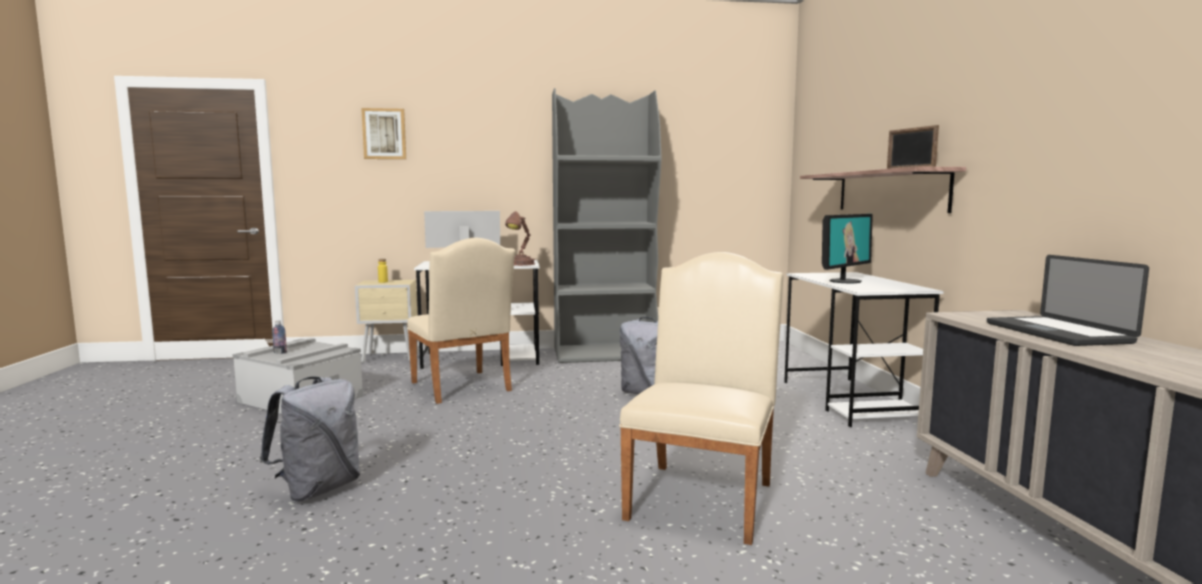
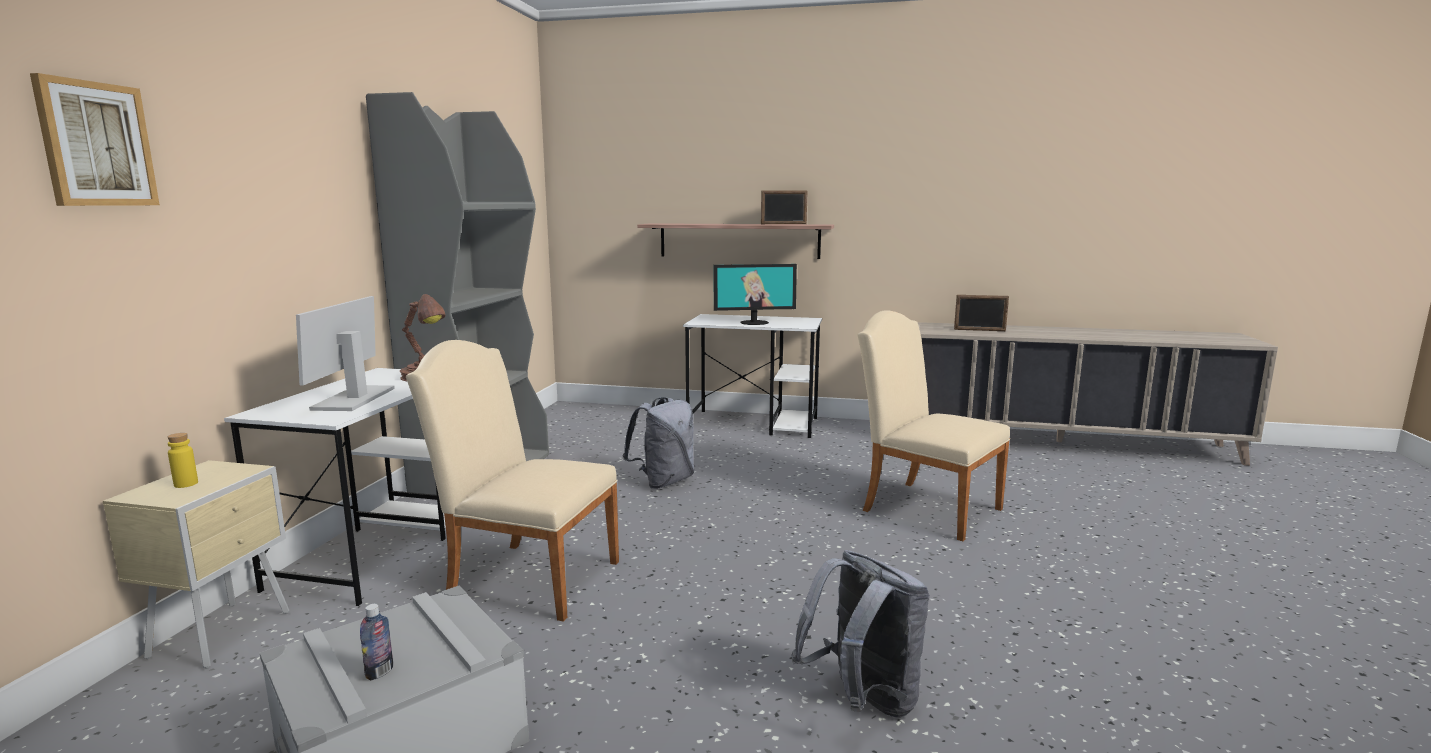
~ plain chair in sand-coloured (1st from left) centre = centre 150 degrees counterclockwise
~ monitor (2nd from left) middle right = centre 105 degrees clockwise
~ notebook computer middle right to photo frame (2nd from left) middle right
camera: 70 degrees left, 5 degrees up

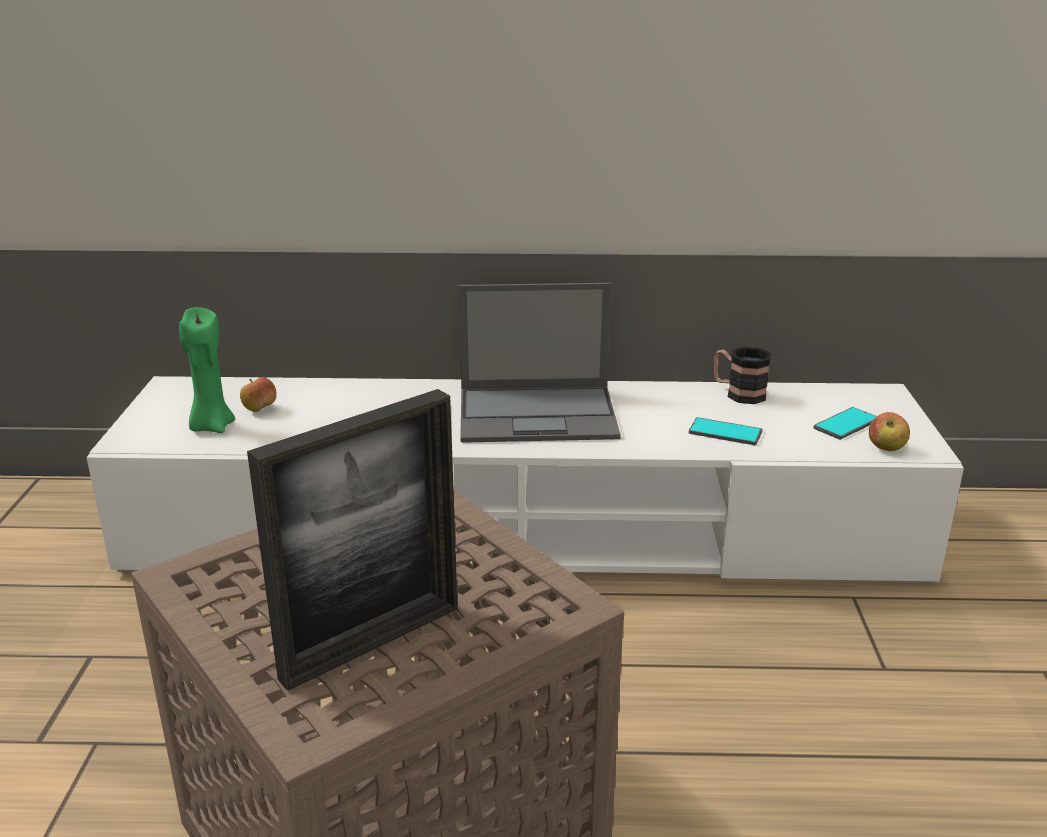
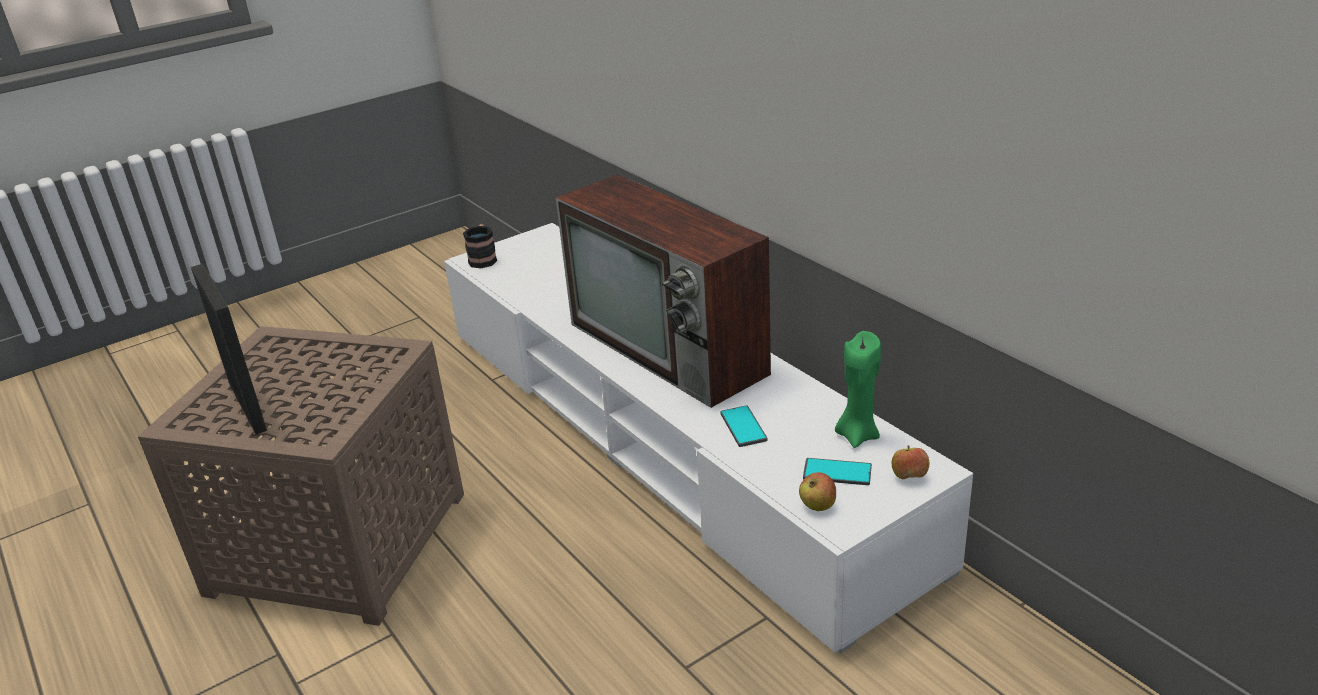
~ photo frame centre = middle left 135 degrees counterclockwise
~ mug middle right to centre
~ notebook computer centre to TV centre
~ wax candle in green middle left to centre
~ apple (1st from left in the first image) middle left to apple (2nd from left) middle right
camera: 55 degrees right, 5 degrees up

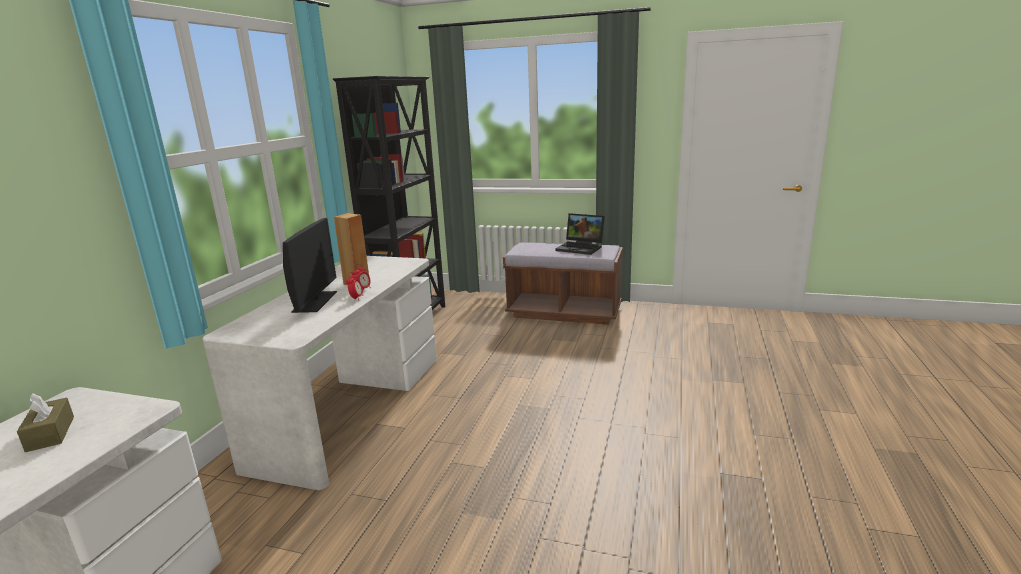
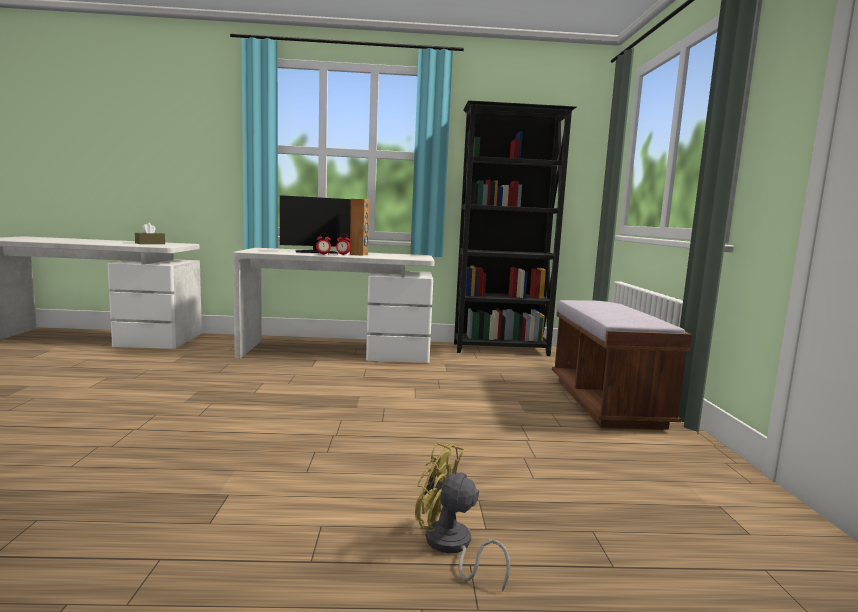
+ electric fan in yellow-coloured bottom centre
- notebook computer centre
camera: 70 degrees right, 10 degrees down

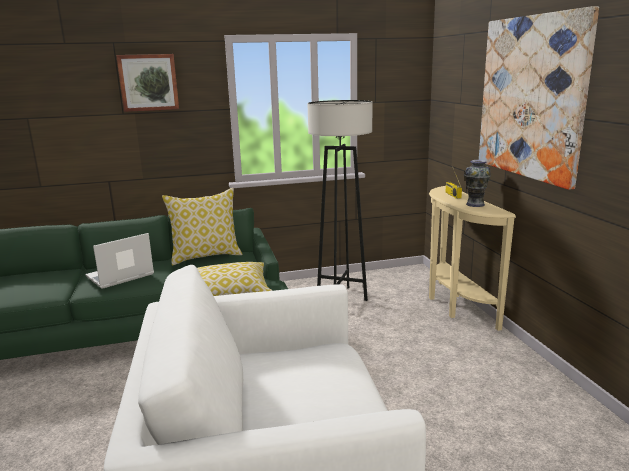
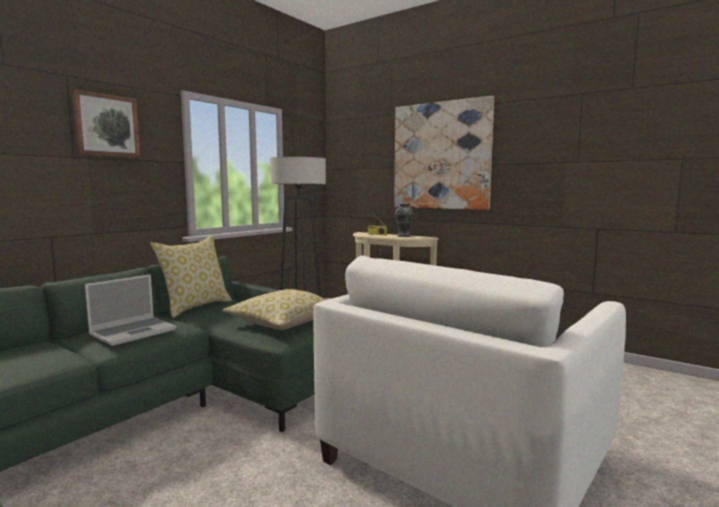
~ notebook computer middle left = middle left 150 degrees counterclockwise
camera: 40 degrees left, 10 degrees down

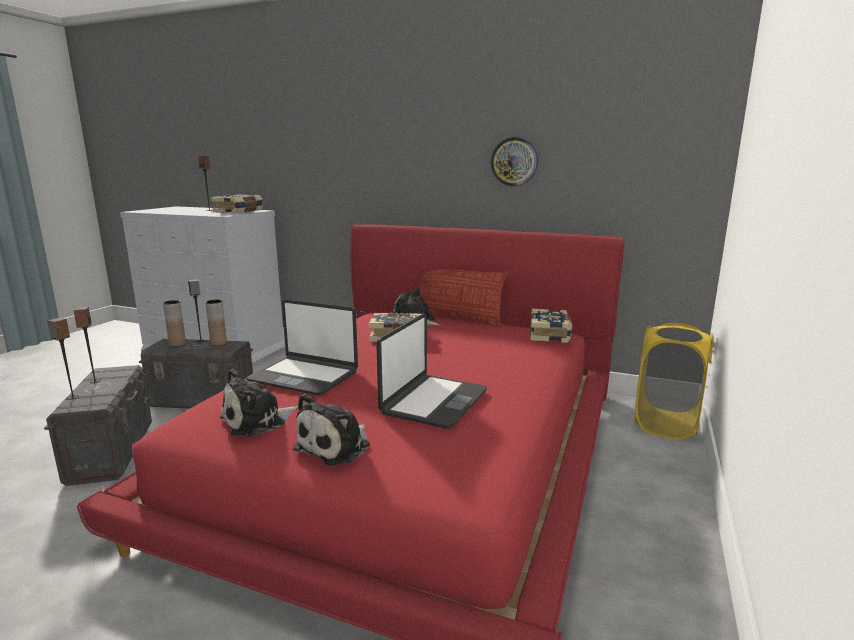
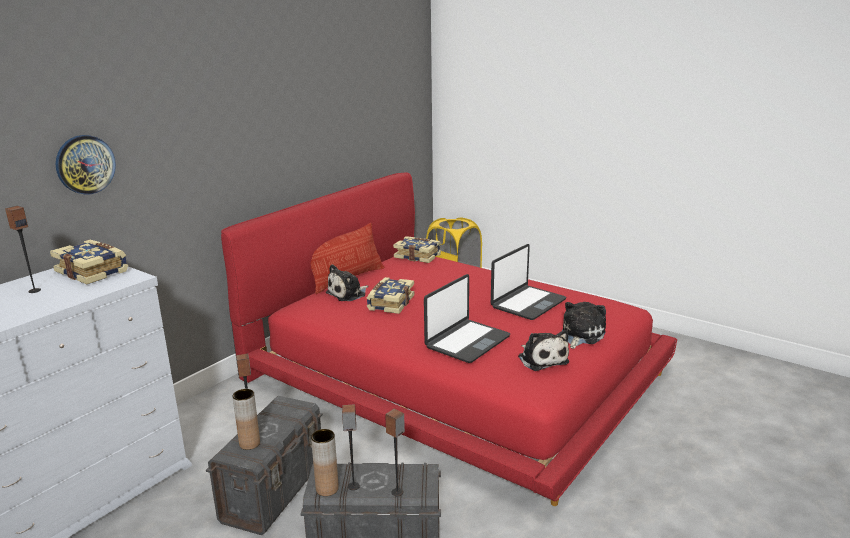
~ hanging clock top centre to top left
~ decorative vase in brown (2nd from left) middle left to bottom centre
~ notebook computer (2nd from left) centre = centre 90 degrees clockwise
~ plush toy (2nd from left in the first image) bottom centre = middle right 105 degrees counterclockwise
camera: 75 degrees left, 5 degrees up

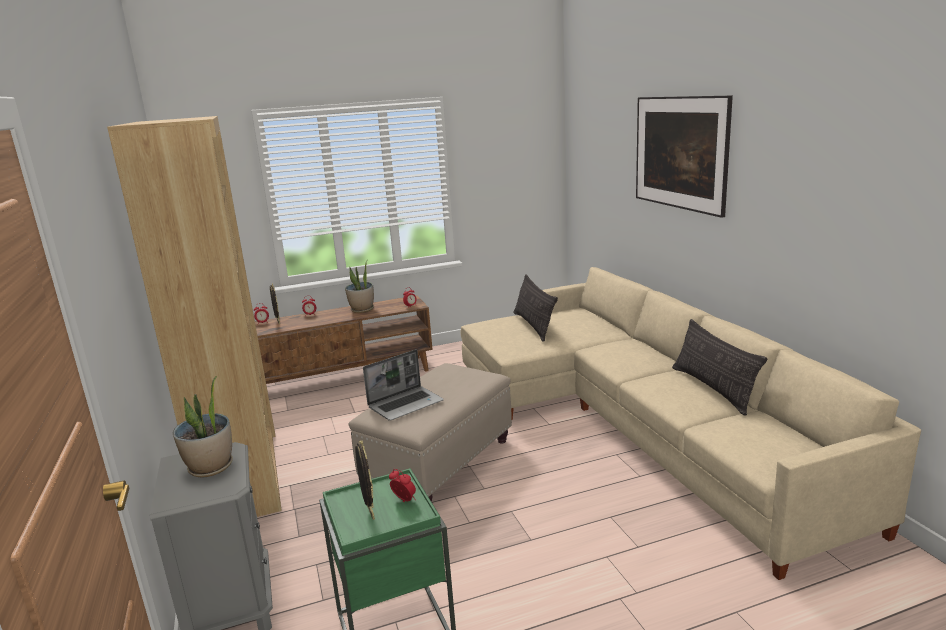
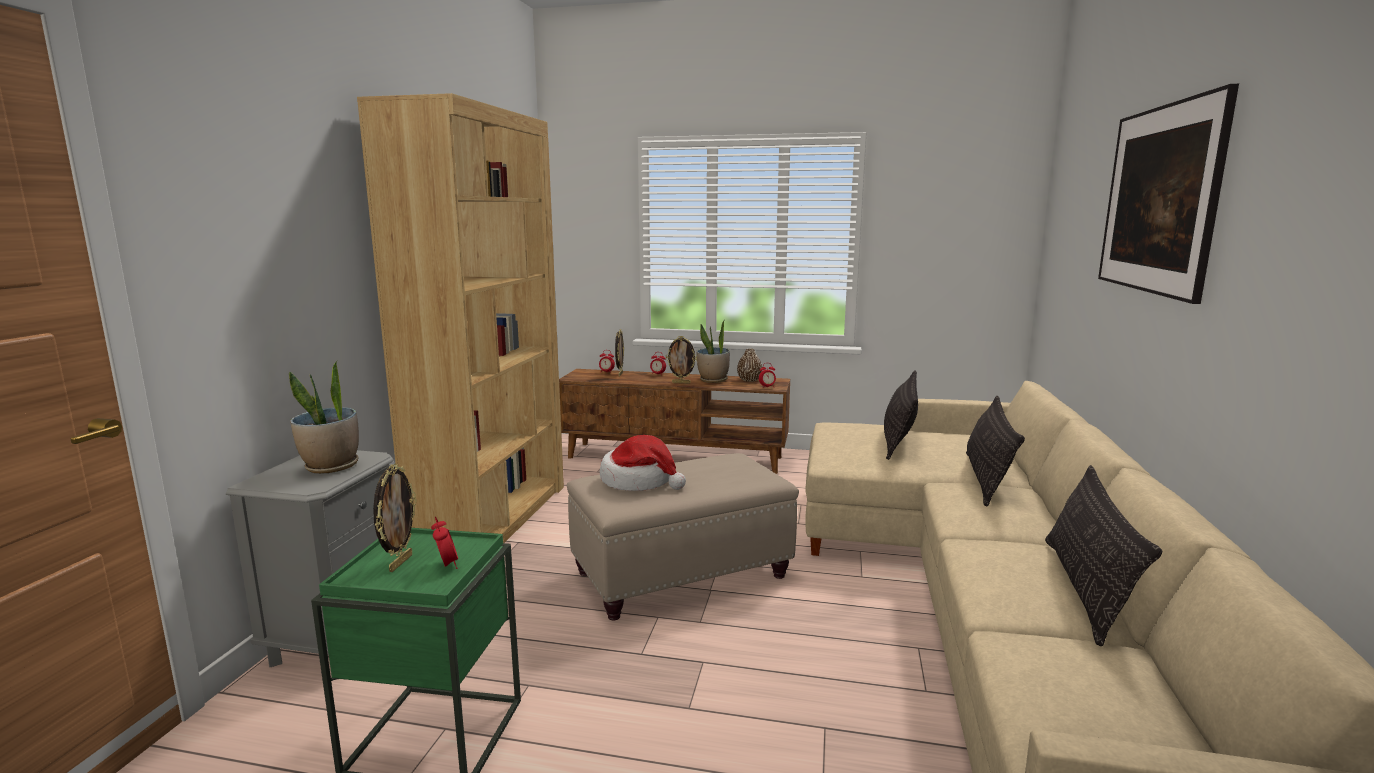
~ notebook computer centre to clothing hat centre
+ photo frame (3rd from left) centre
+ decorative vase in brown centre
+ pillow (2nd from left) middle right
camera: 30 degrees right, 5 degrees down

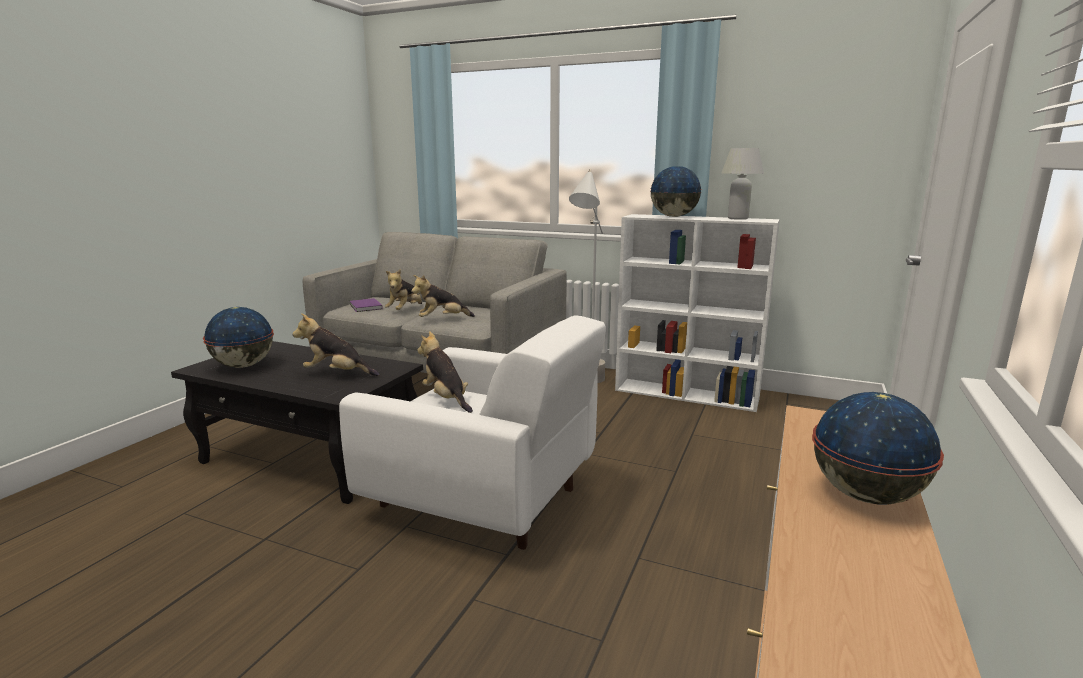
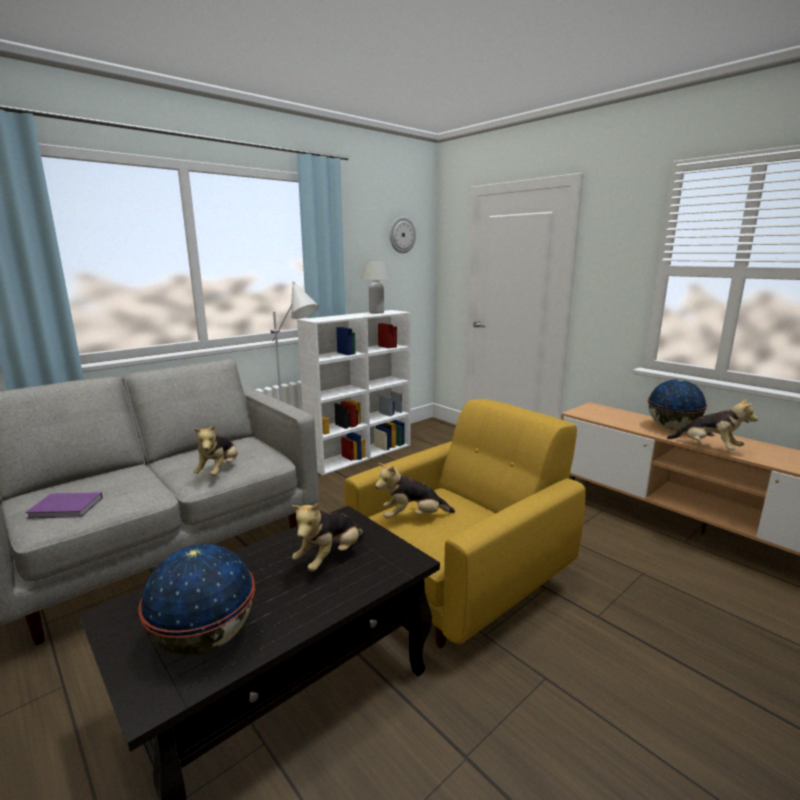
~ easy chair in white centre to easy chair in yellow-coloured centre
+ hanging clock top centre
~ plush toy (2nd from left in the first image) centre to plush toy (4th from left) middle right
- globe (2nd from left) top centre
camera: 65 degrees left, 0 degrees up

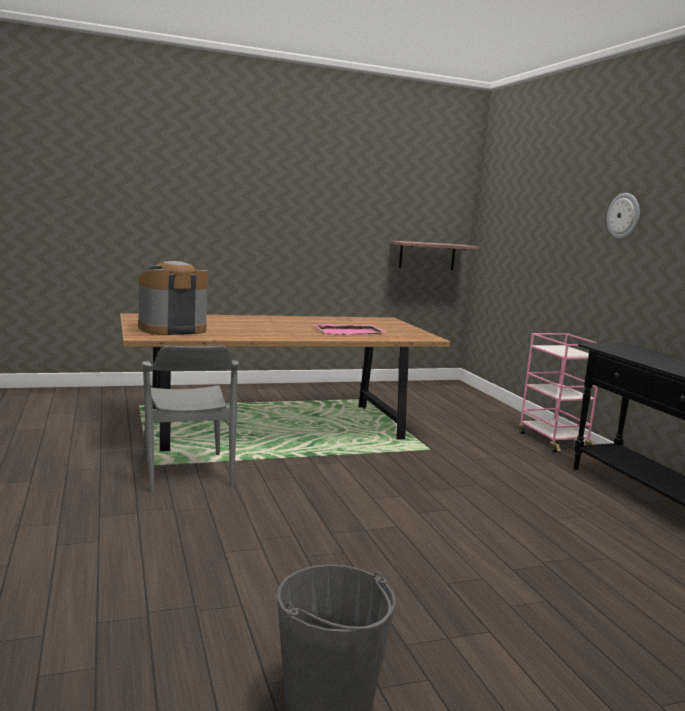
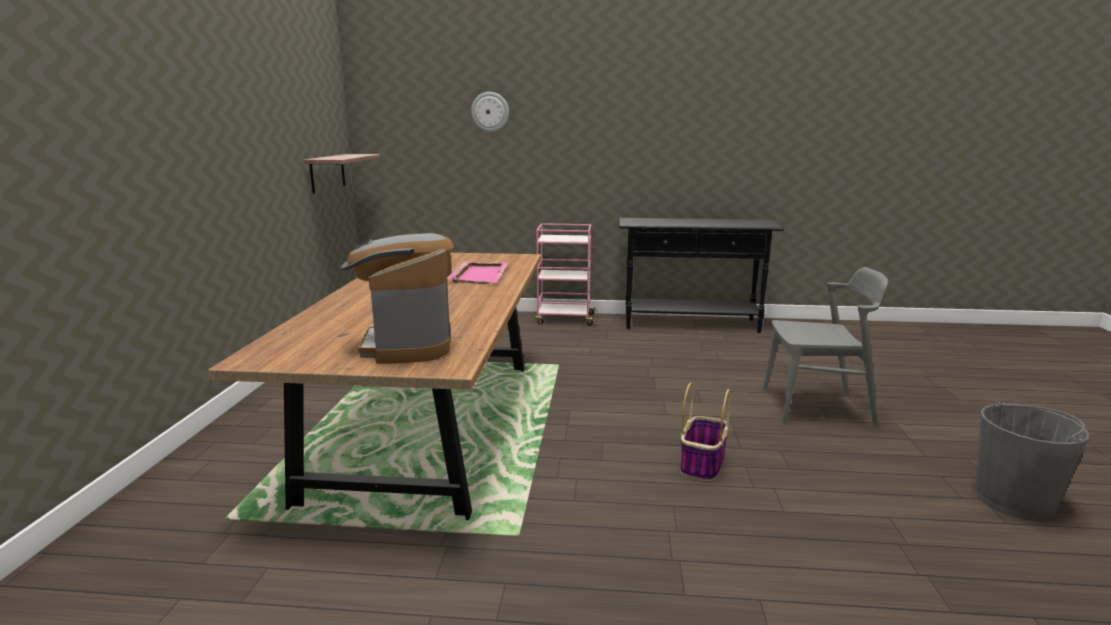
~ hanging clock top right to top centre
+ basket bottom centre
~ plain chair in greyish middle left to middle right
camera: 65 degrees left, 5 degrees up

